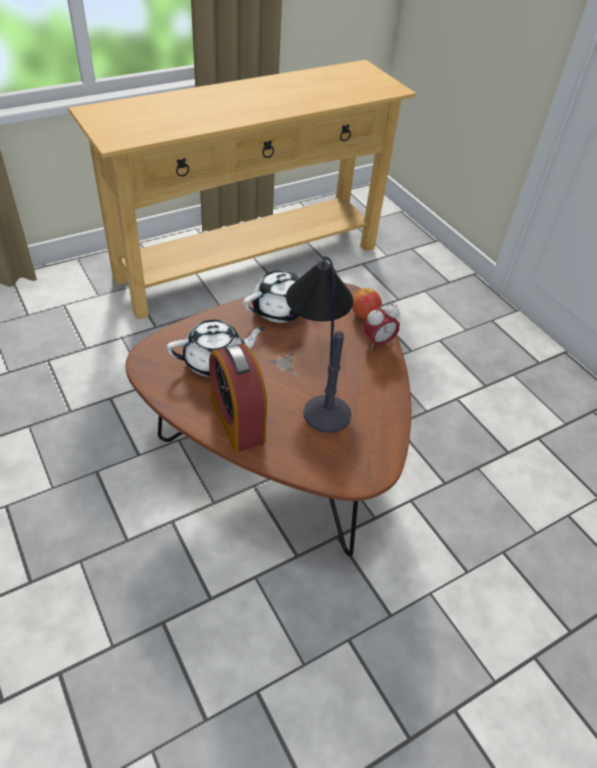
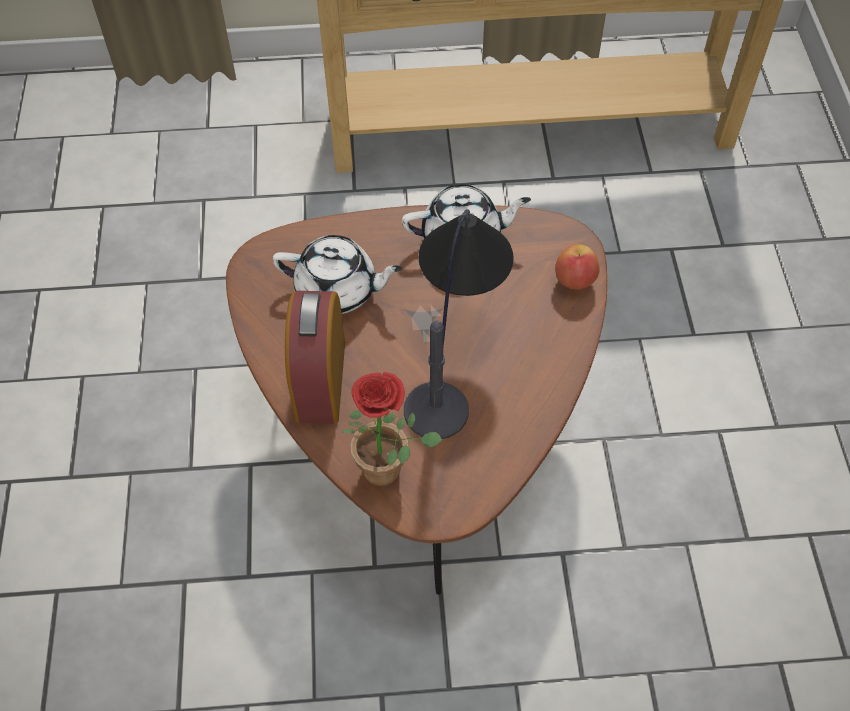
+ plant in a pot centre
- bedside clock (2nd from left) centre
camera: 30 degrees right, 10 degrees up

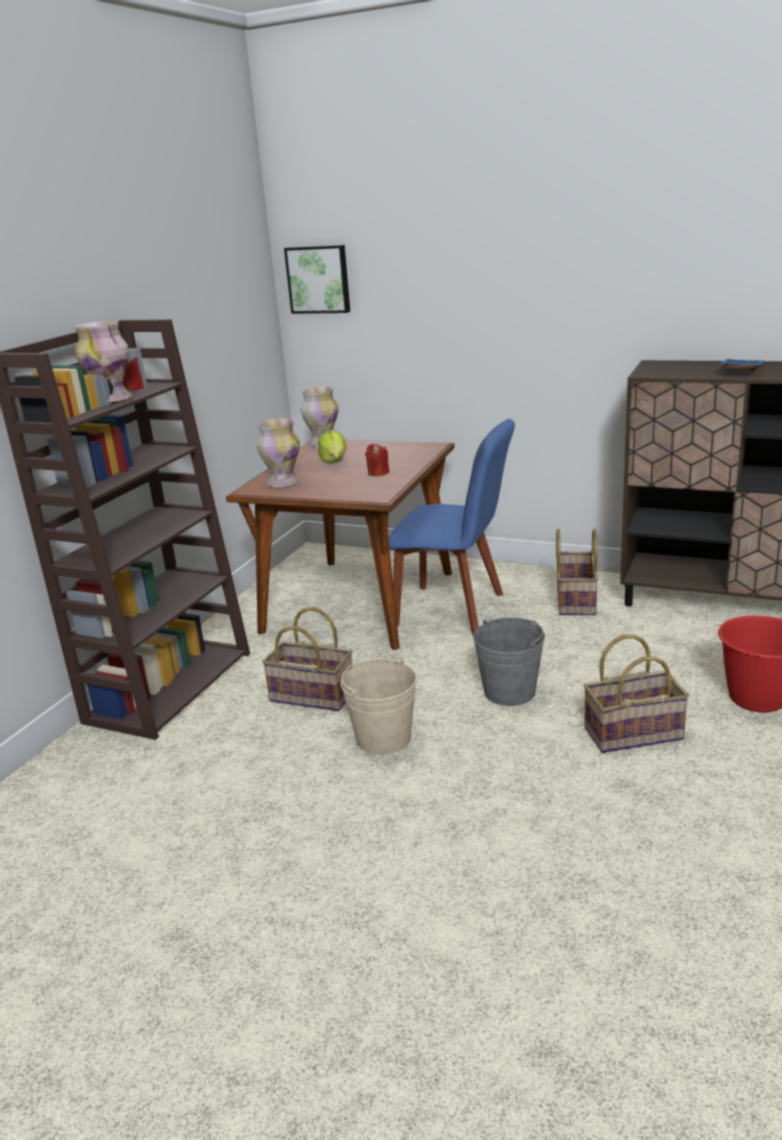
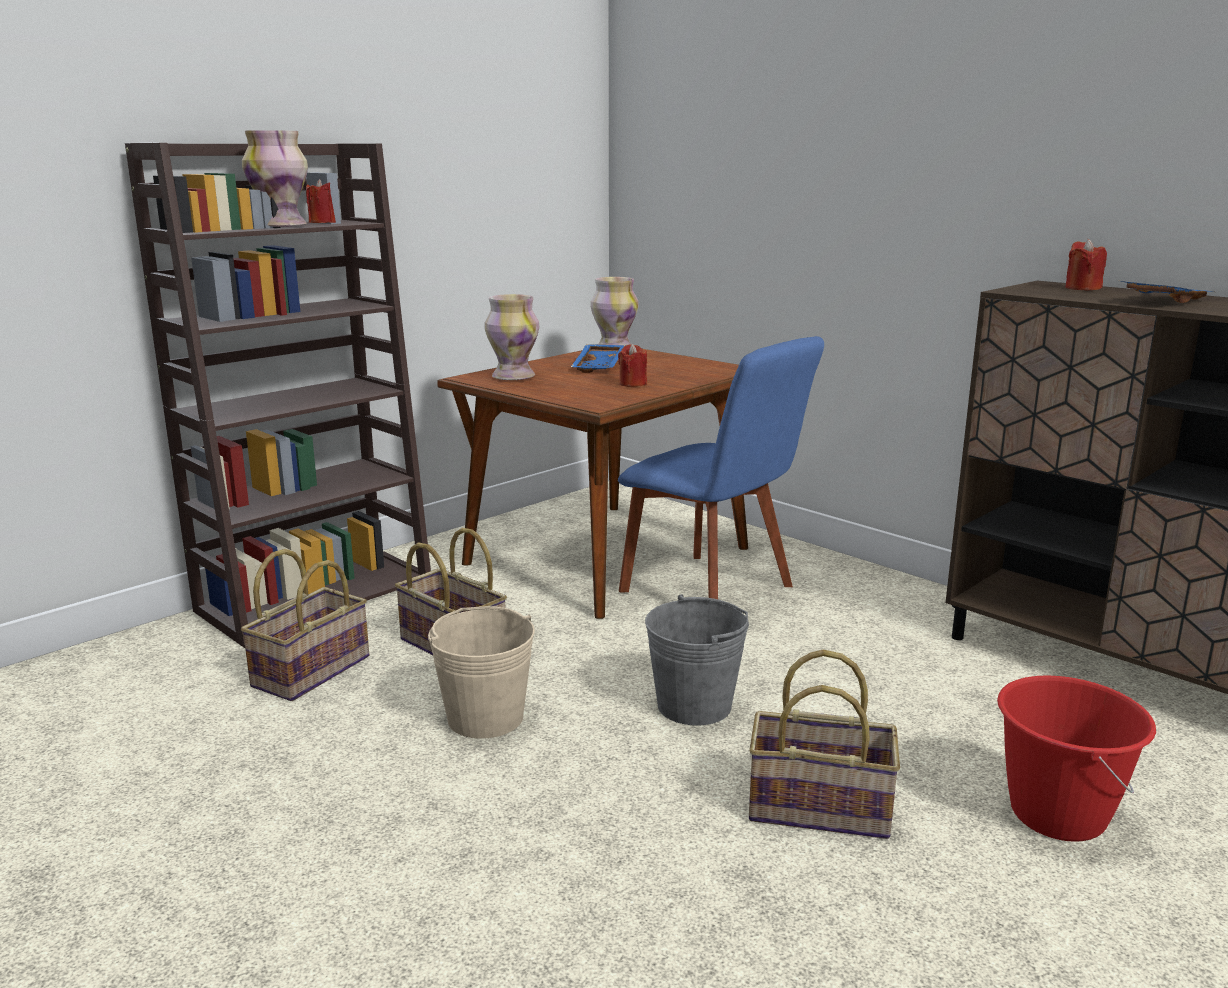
~ basket (2nd from left in the first image) middle right to basket (1st from left) middle left
~ lettuce centre to serving tray in blue-coloured (1st from left) centre
+ wax candle in red (3rd from left) top right
- wall picture top centre
camera: 20 degrees right, 5 degrees down

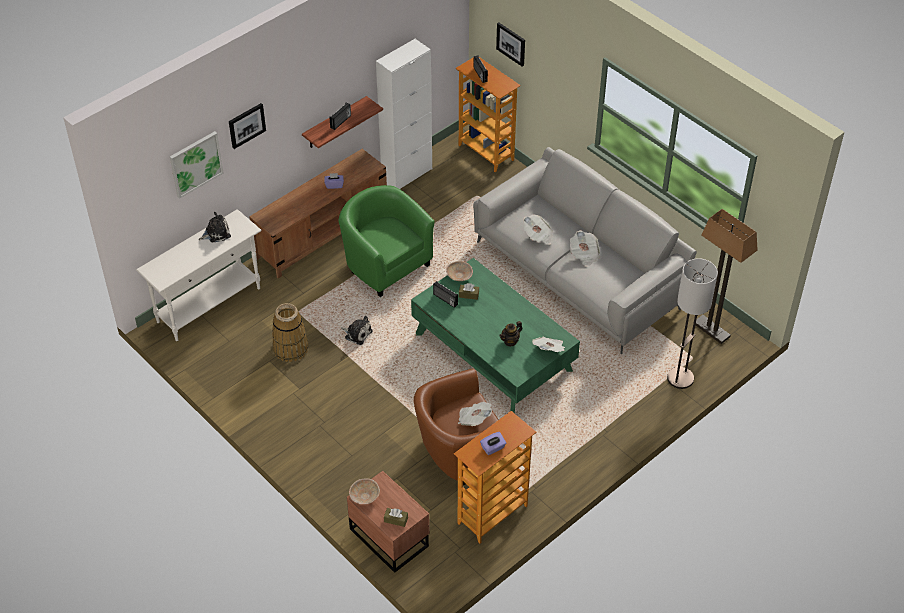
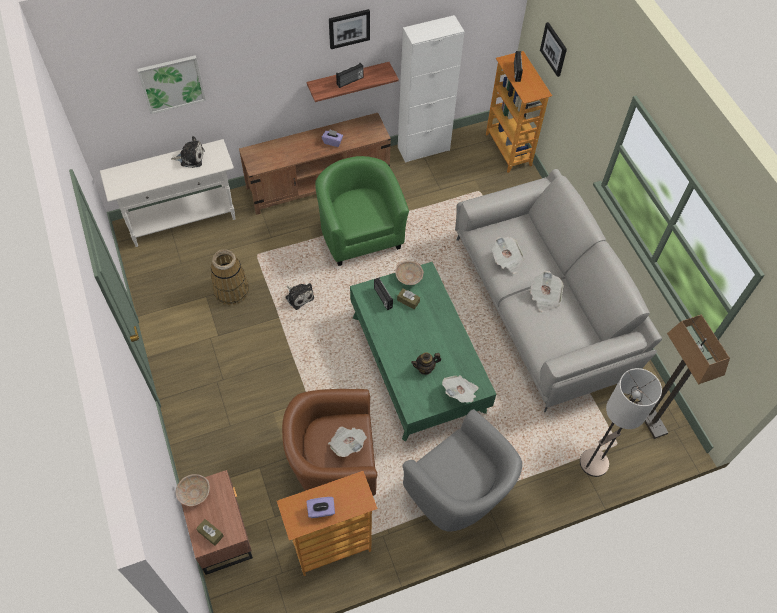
~ wall picture (2nd from left) top left to top centre
+ easy chair in greyish bottom centre
camera: 20 degrees right, 10 degrees up

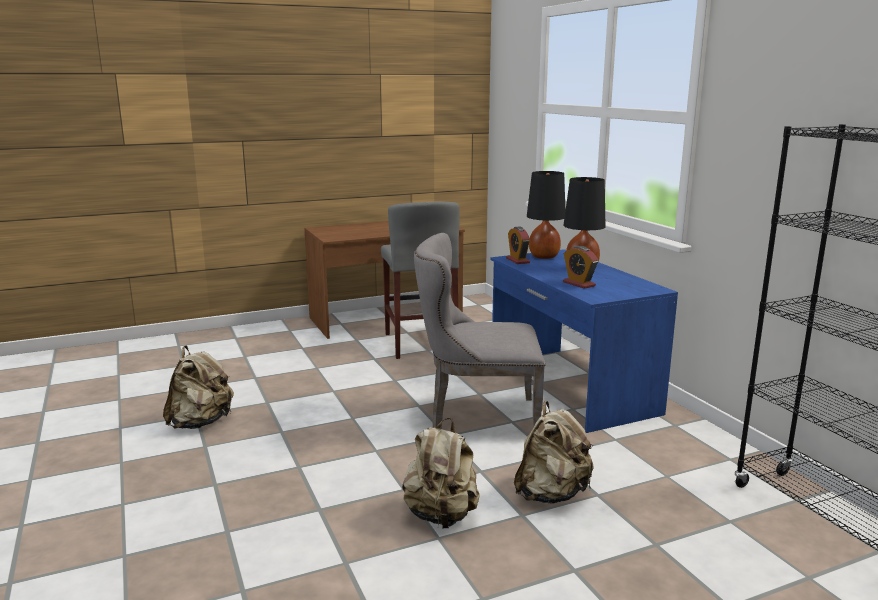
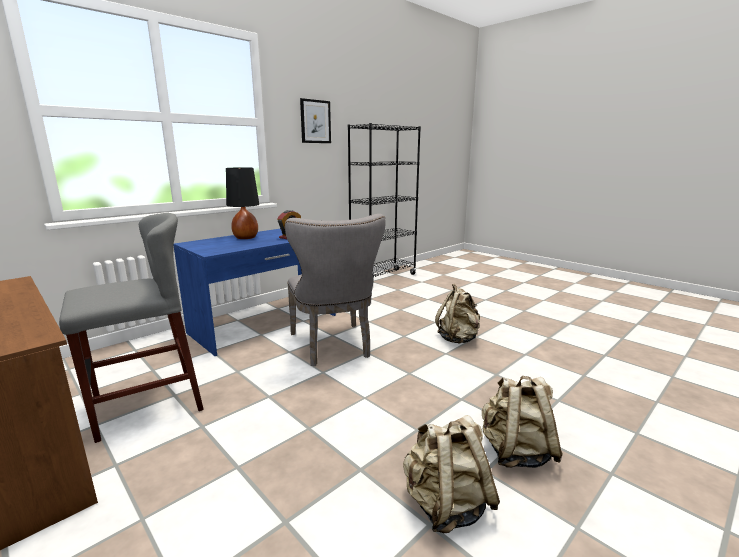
+ wall picture top centre
~ rucksack in sand-coloured (3rd from left) bottom centre to bottom right
- bedside clock (1st from left) centre
- tabletop lamp in black (1st from left) centre
camera: 110 degrees left, 0 degrees up

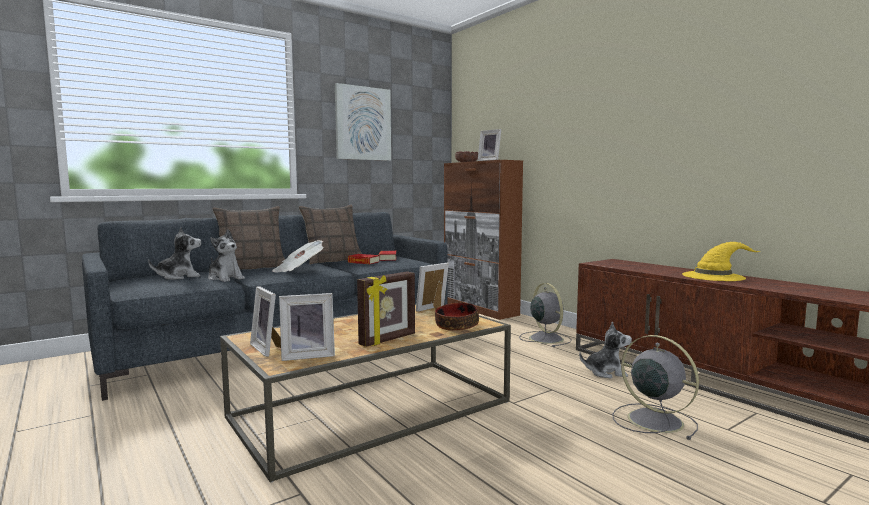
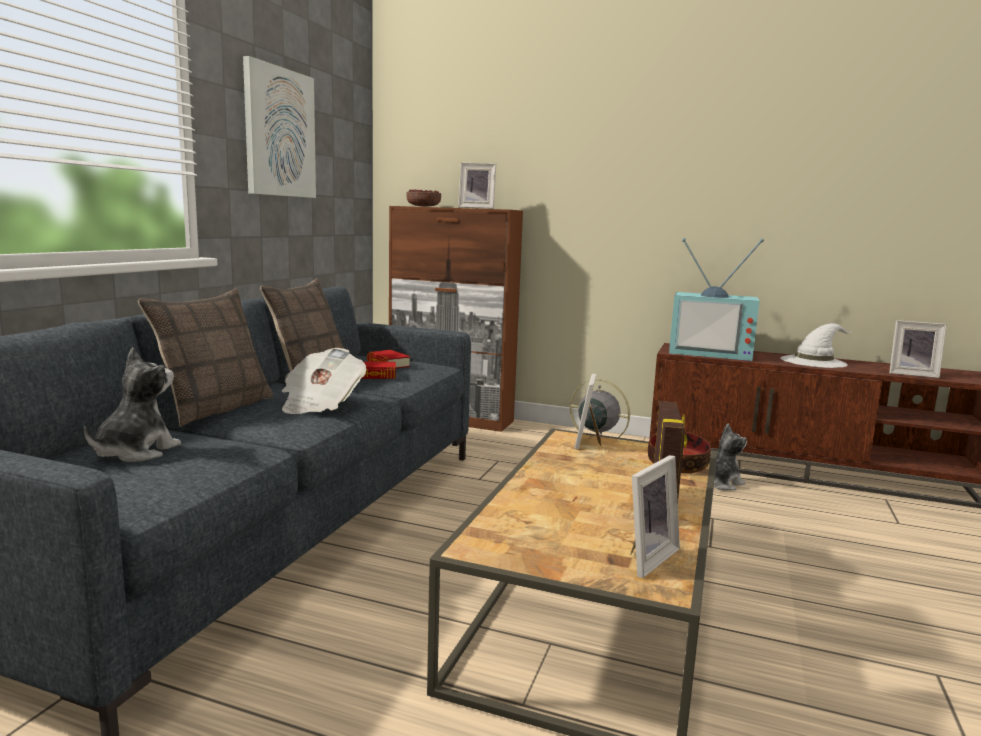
+ TV middle right
~ clothing hat in yellow-coloured middle right to clothing hat in white middle right
~ photo frame (1st from left in the first image) middle left to photo frame (5th from left) middle right
- plush toy (2nd from left) middle left
- electric fan in greyish (2nd from left) bottom right
camera: 35 degrees left, 5 degrees up

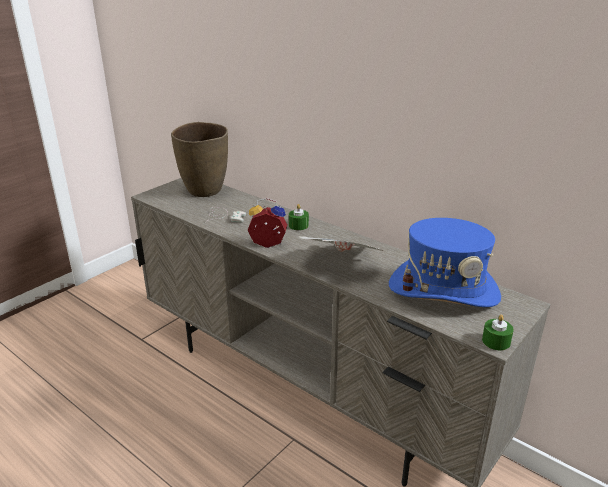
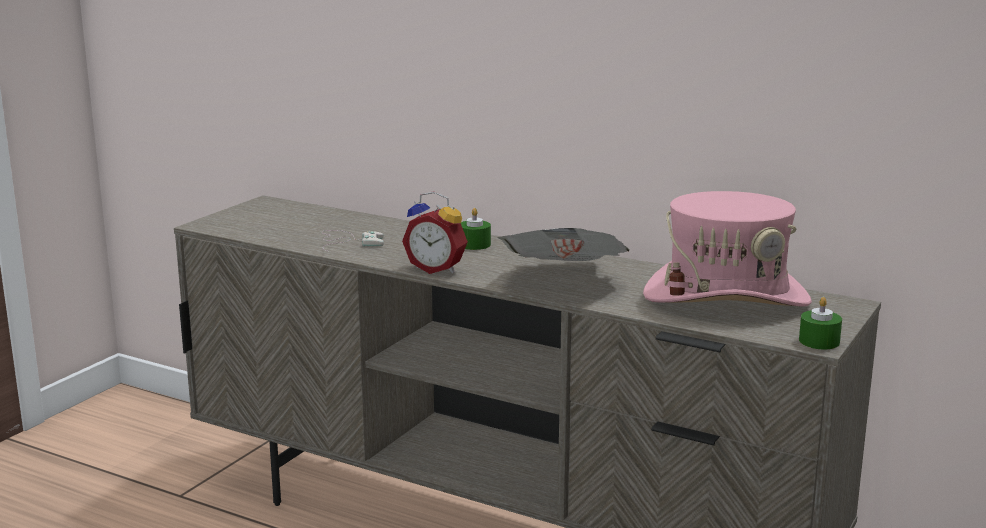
~ bedside clock centre = centre 150 degrees counterclockwise
~ clothing hat in blue-coloured middle right to clothing hat in pink middle right
- decorative vase in brown top left
camera: 10 degrees left, 10 degrees down

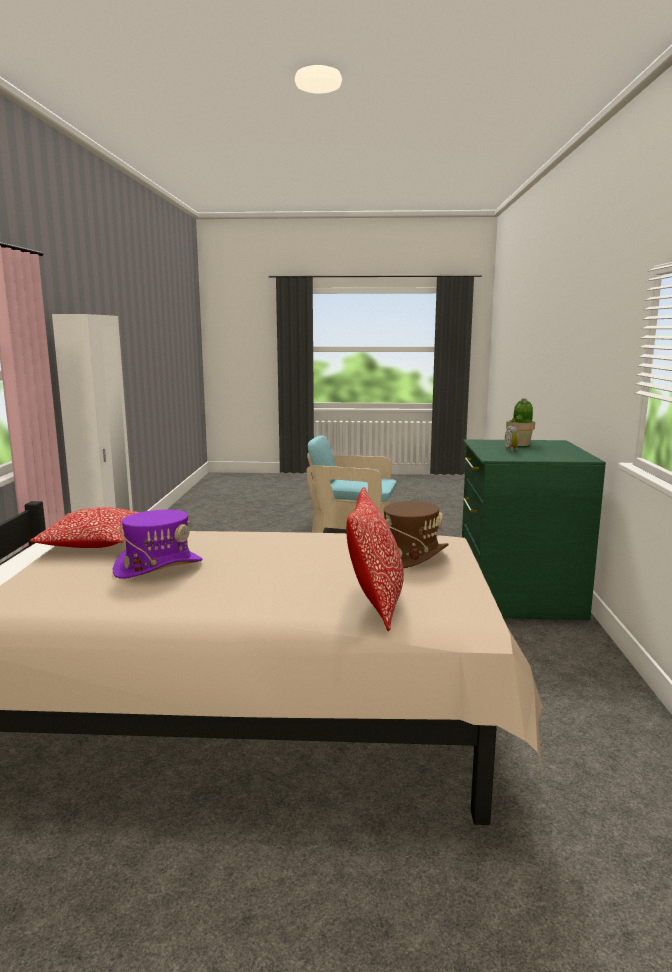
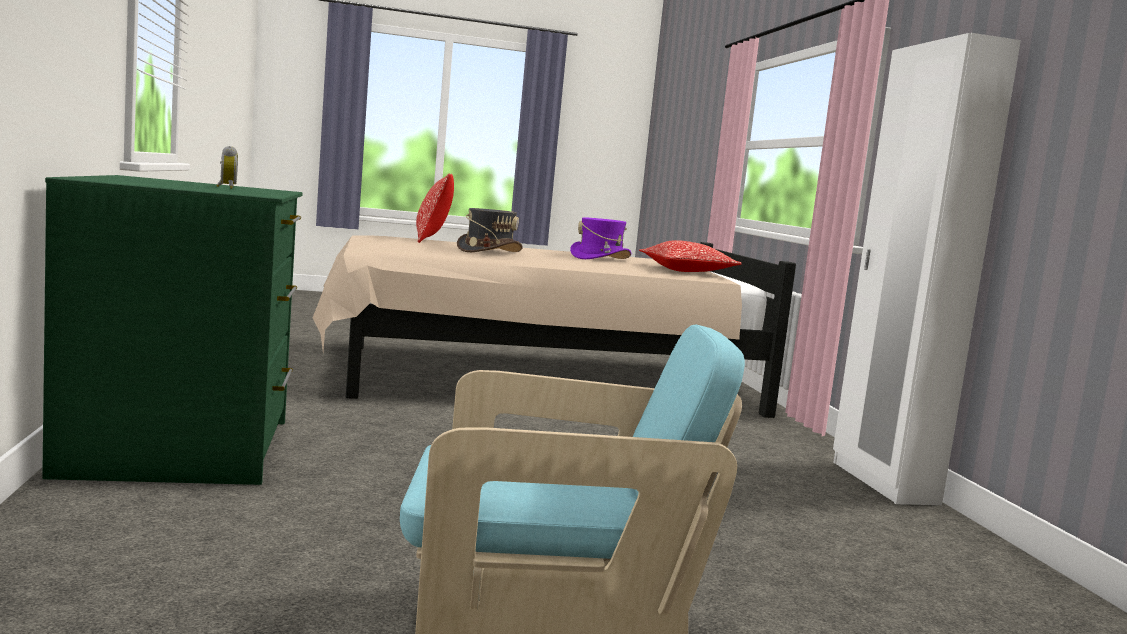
+ clothing hat in greyish centre
- clothing hat in brown centre
- plant in a pot middle right
camera: 165 degrees right, 5 degrees down

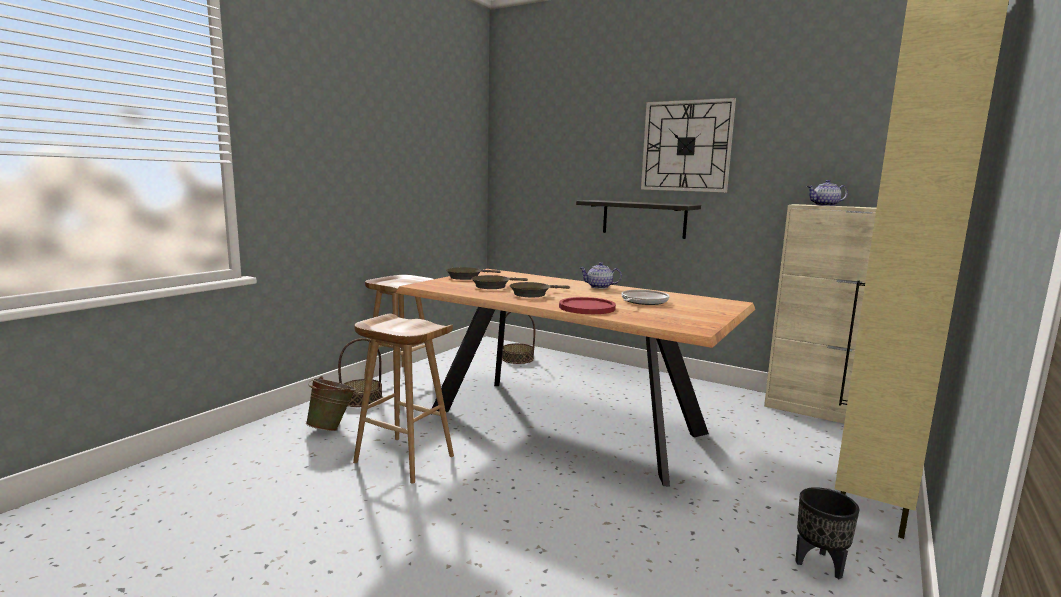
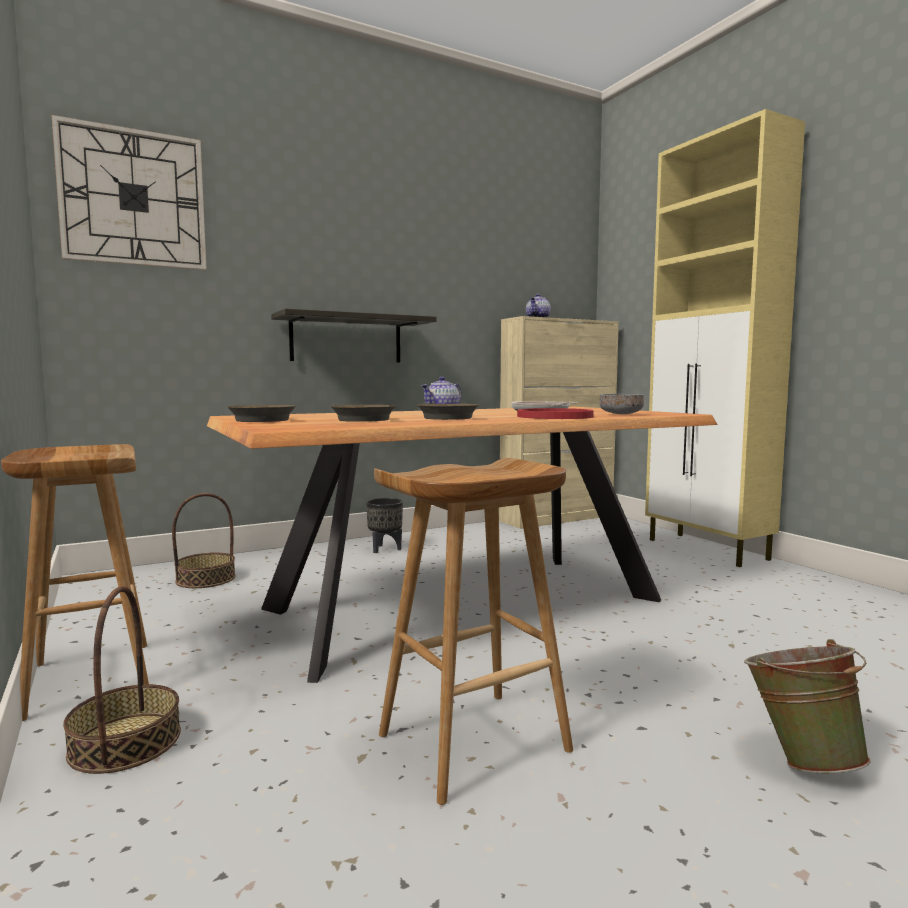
~ hanging clock top centre to top left
~ plant pot in black bottom right to centre
+ bowl in greyish middle right
~ water bucket in green bottom left to bottom right
camera: 60 degrees left, 5 degrees down

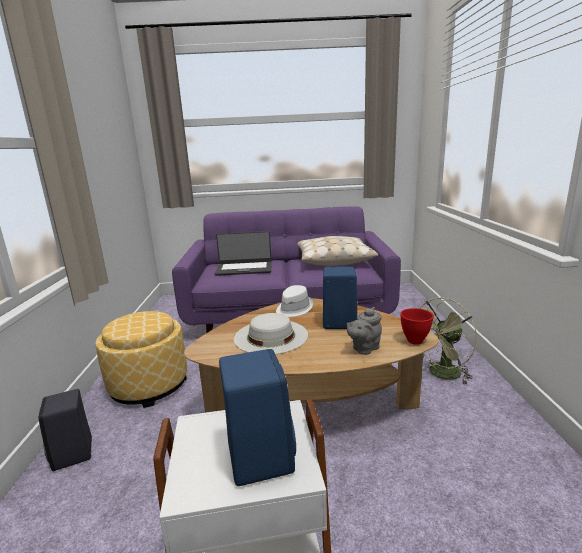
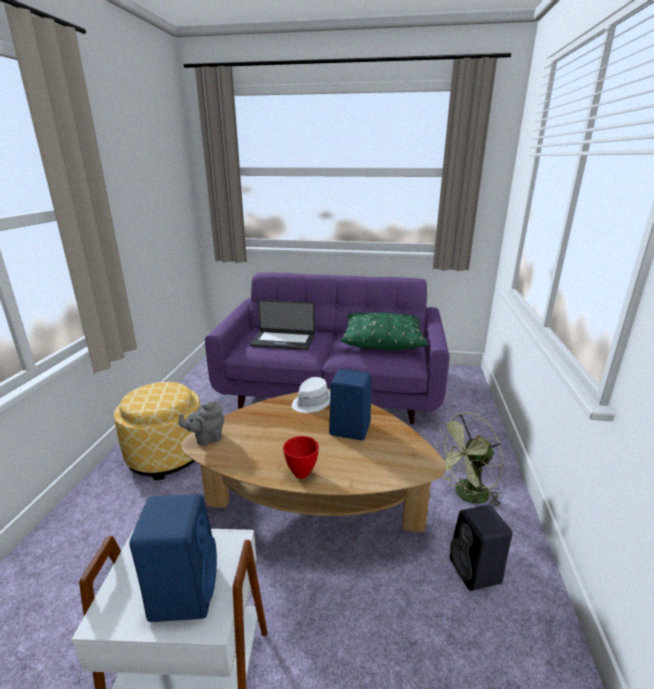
~ teapot in greyish centre to middle left
~ bowl in red middle right to centre
~ pillow in sand-coloured centre to pillow in green centre
~ loudspeaker in black bottom left to bottom right
- clothing hat in white (1st from left) centre
camera: 10 degrees right, 5 degrees up

